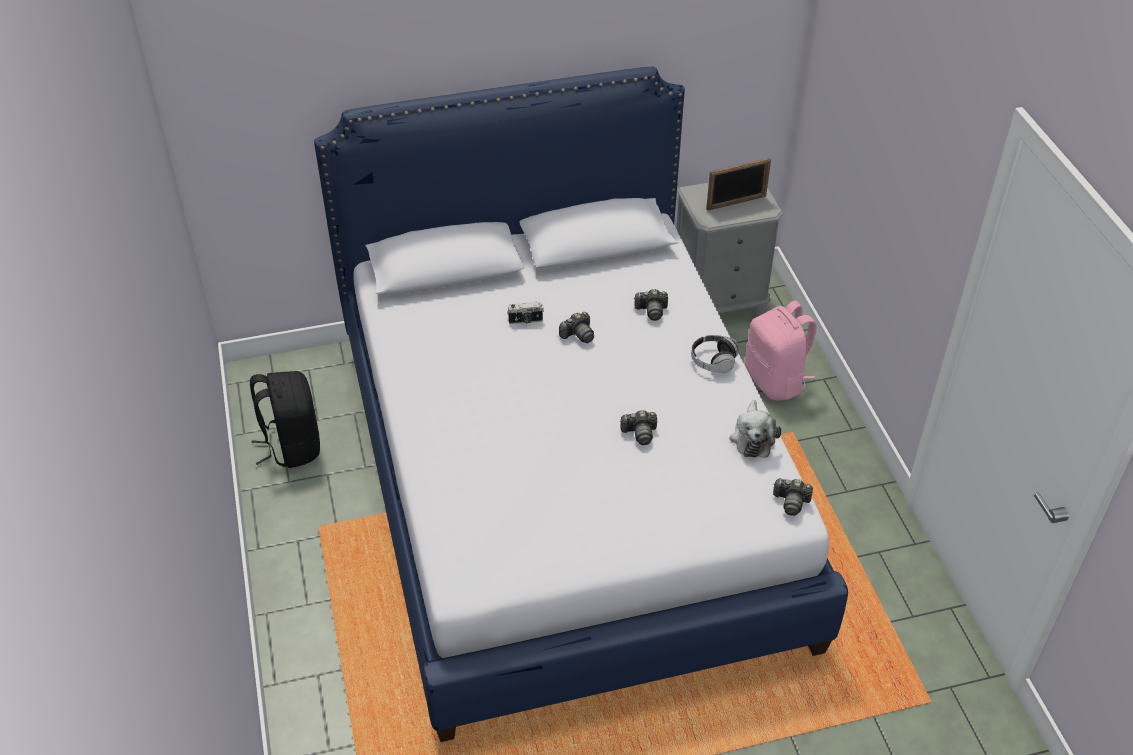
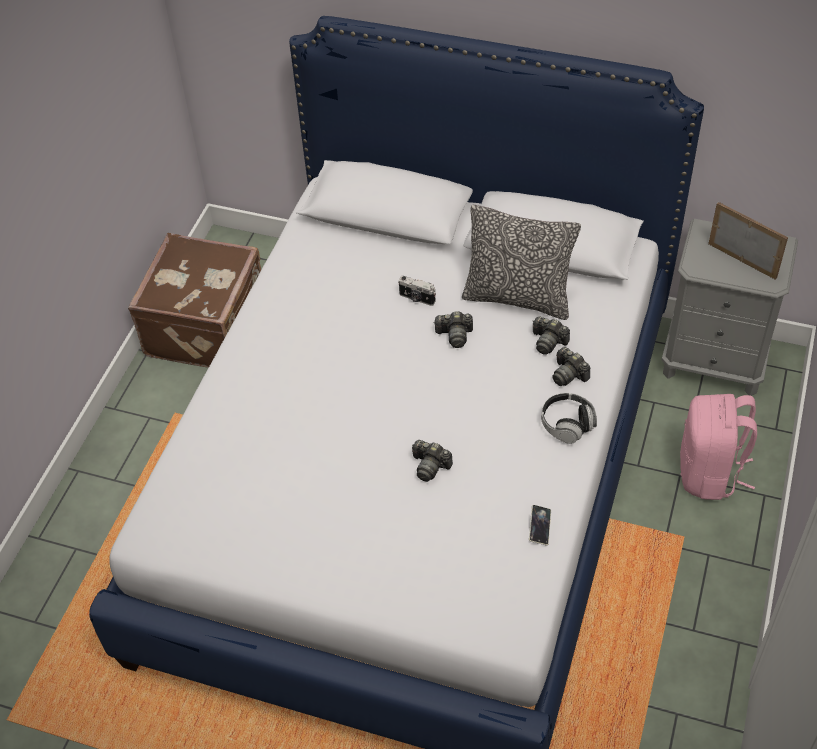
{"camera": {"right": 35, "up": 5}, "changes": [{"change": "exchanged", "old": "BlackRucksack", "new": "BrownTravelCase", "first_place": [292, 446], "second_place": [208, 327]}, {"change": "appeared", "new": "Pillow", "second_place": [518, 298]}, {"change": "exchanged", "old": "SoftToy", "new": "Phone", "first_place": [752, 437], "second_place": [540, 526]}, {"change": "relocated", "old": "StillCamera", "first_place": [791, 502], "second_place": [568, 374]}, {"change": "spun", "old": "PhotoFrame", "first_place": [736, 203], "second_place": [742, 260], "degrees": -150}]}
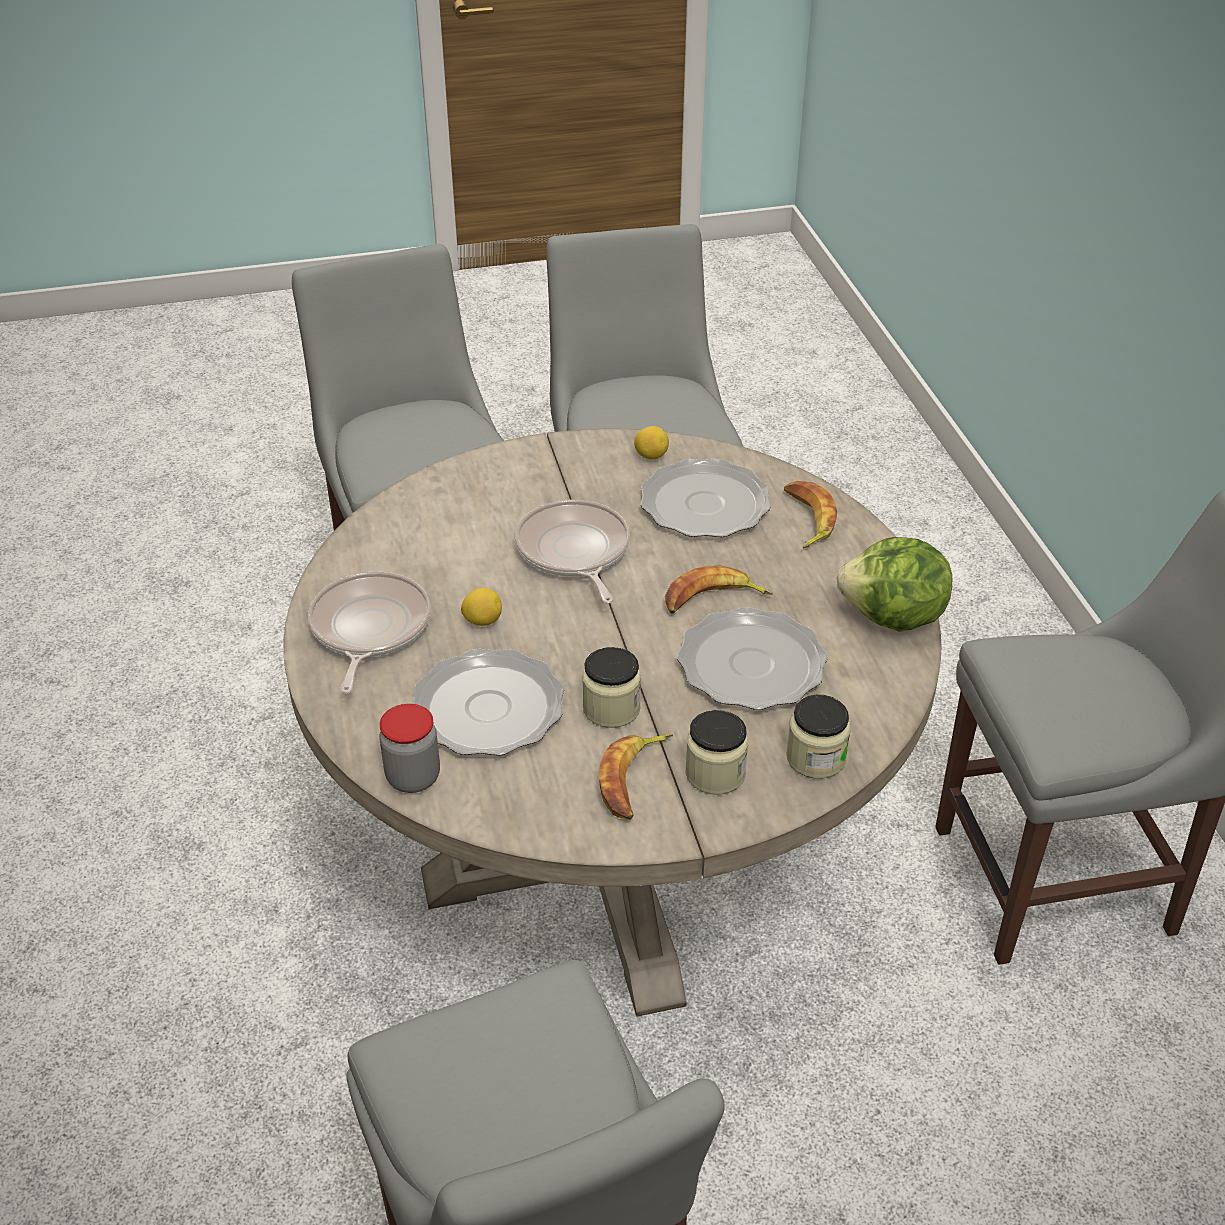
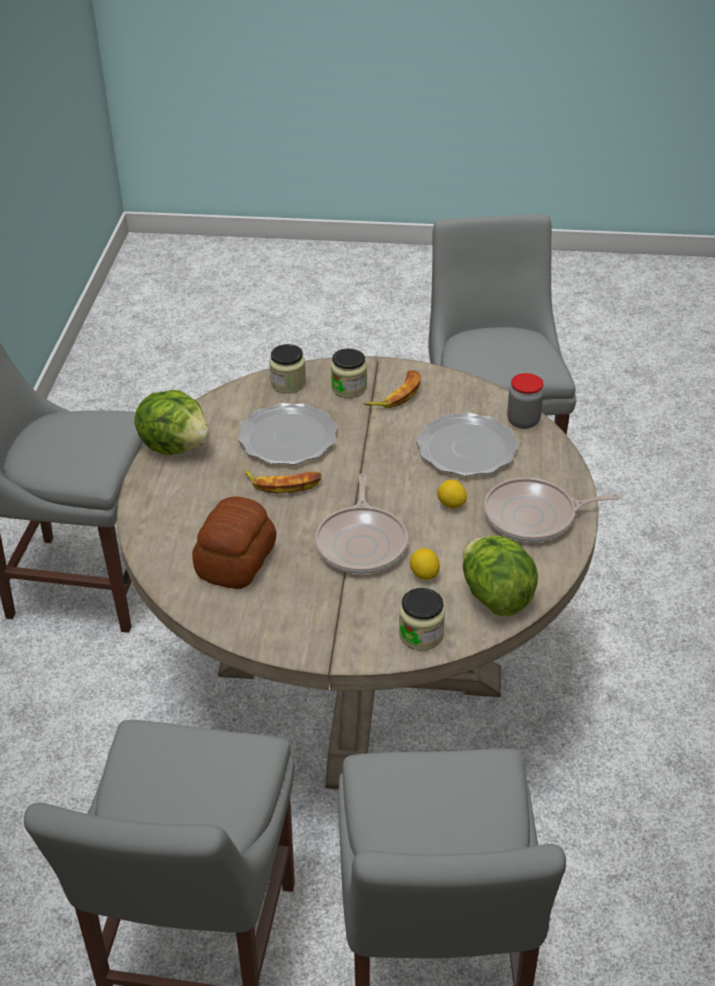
{"camera": {"right": -160, "up": 0}, "changes": [{"change": "exchanged", "old": "FlatDish", "new": "BakeryBread", "first_place": [704, 504], "second_place": [238, 560]}, {"change": "relocated", "old": "Jar", "first_place": [611, 708], "second_place": [421, 634]}, {"change": "relocated", "old": "WholeLemon", "first_place": [651, 456], "second_place": [424, 574]}, {"change": "appeared", "new": "HeadOfLettuce", "second_place": [495, 596]}, {"change": "spun", "old": "Pan", "first_place": [368, 629], "second_place": [534, 517], "degrees": 60}, {"change": "missing", "old": "Banana", "first_place": [806, 519]}]}
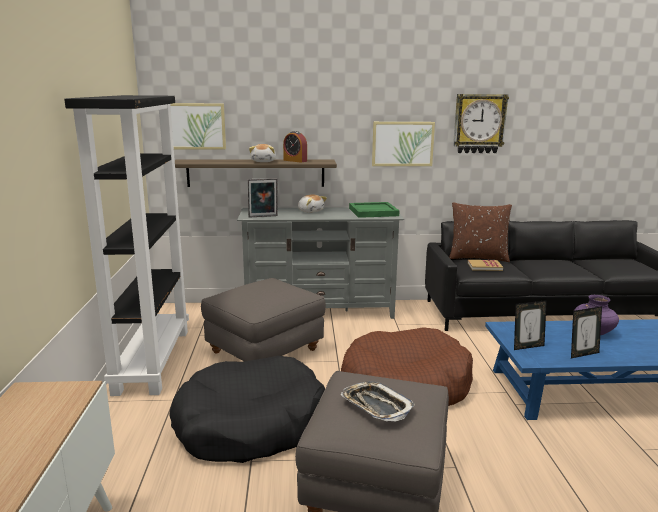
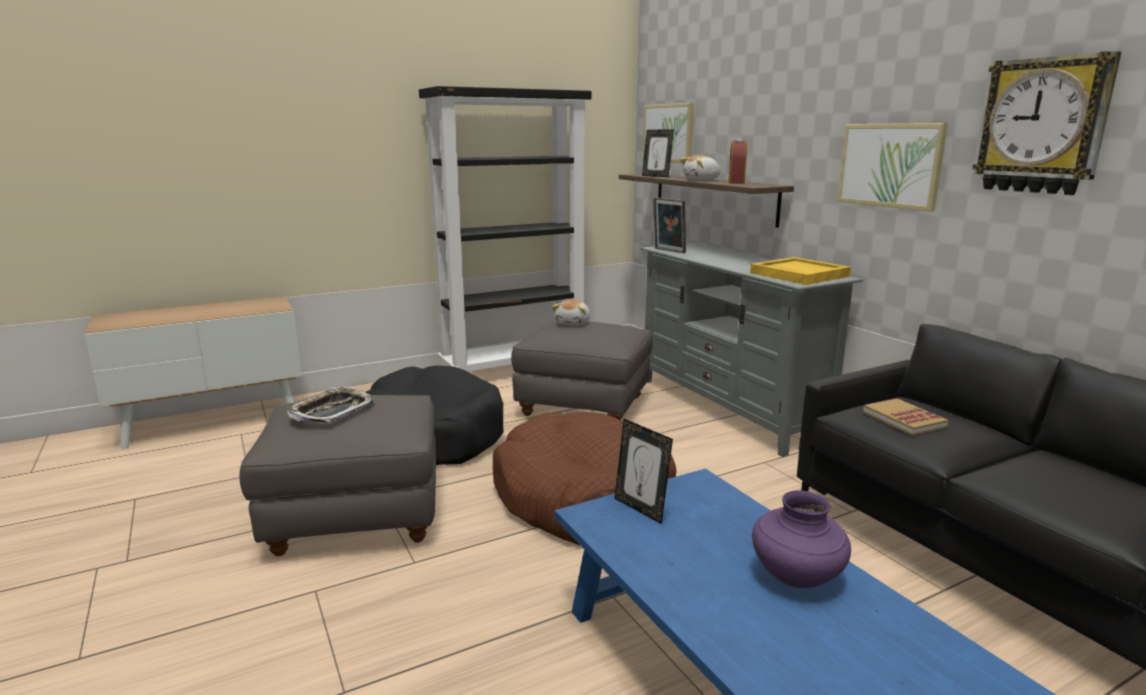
{"camera": {"right": 65, "up": 0}, "changes": [{"change": "relocated", "old": "SoftToy", "first_place": [310, 211], "second_place": [573, 323]}, {"change": "relocated", "old": "PhotoFrame", "first_place": [582, 354], "second_place": [656, 176]}, {"change": "colour", "old": "GreenTray", "new": "YellowTray", "first_place": [373, 212], "second_place": [798, 274]}, {"change": "missing", "old": "BrownPillow", "first_place": [478, 258]}]}
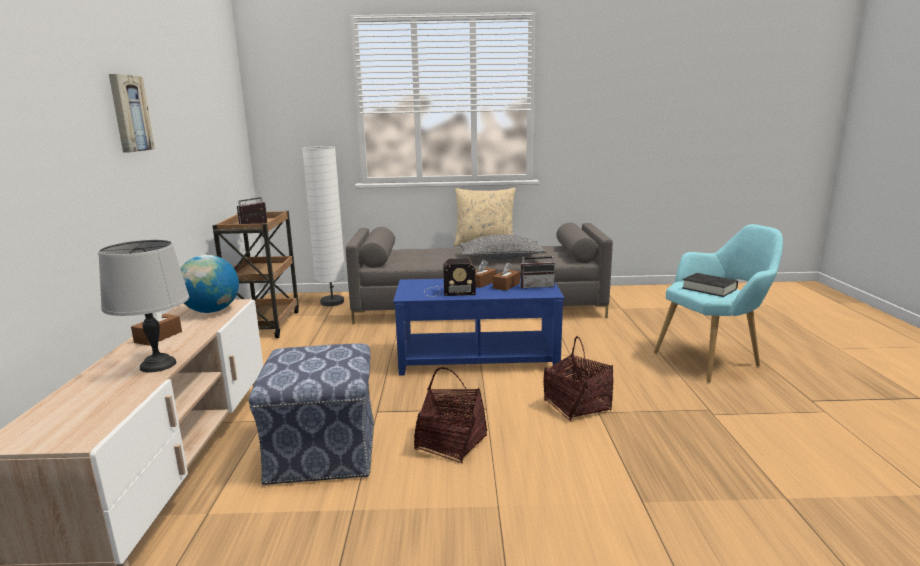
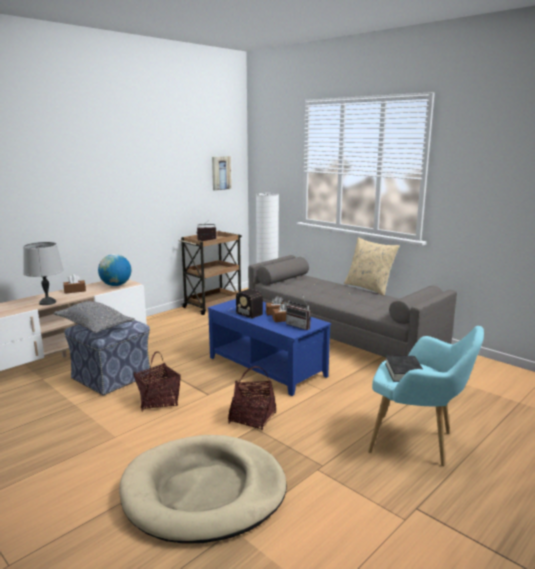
{"camera": {"right": 45, "up": 0}, "changes": [{"change": "relocated", "old": "GreyishPillow", "first_place": [501, 258], "second_place": [94, 326]}, {"change": "appeared", "new": "SandColouredDogCushion", "second_place": [204, 491]}, {"change": "relocated", "old": "Picture", "first_place": [129, 113], "second_place": [220, 173]}]}
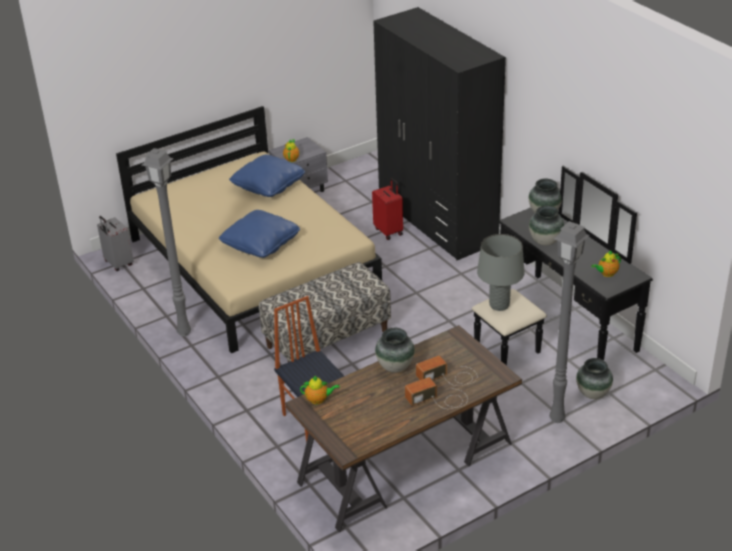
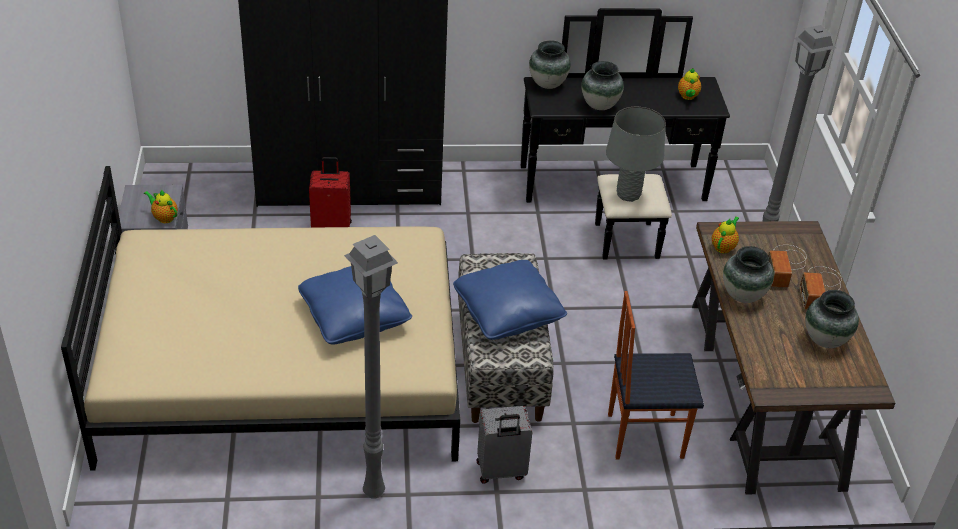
{"camera": {"right": -65, "up": 5}, "changes": [{"change": "relocated", "old": "BluishPillow", "first_place": [268, 185], "second_place": [508, 312]}, {"change": "relocated", "old": "GreyishTravelCase", "first_place": [118, 264], "second_place": [501, 471]}, {"change": "relocated", "old": "TeaPot", "first_place": [318, 400], "second_place": [723, 247]}, {"change": "relocated", "old": "Vase", "first_place": [593, 393], "second_place": [825, 339]}]}
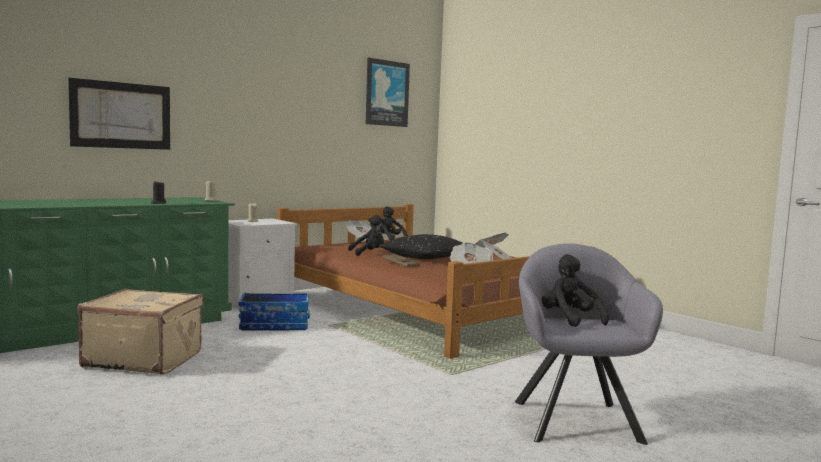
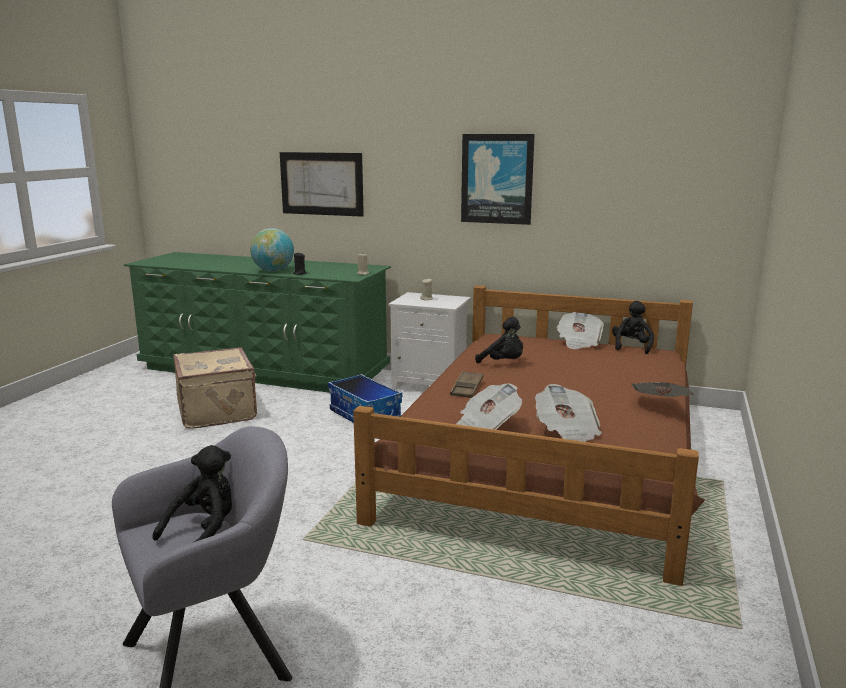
{"camera": {"right": 60, "up": 10}, "changes": [{"change": "appeared", "new": "Globe", "second_place": [273, 271]}, {"change": "relocated", "old": "Picture", "first_place": [386, 93], "second_place": [497, 179]}, {"change": "missing", "old": "BlackPillow", "first_place": [425, 257]}]}
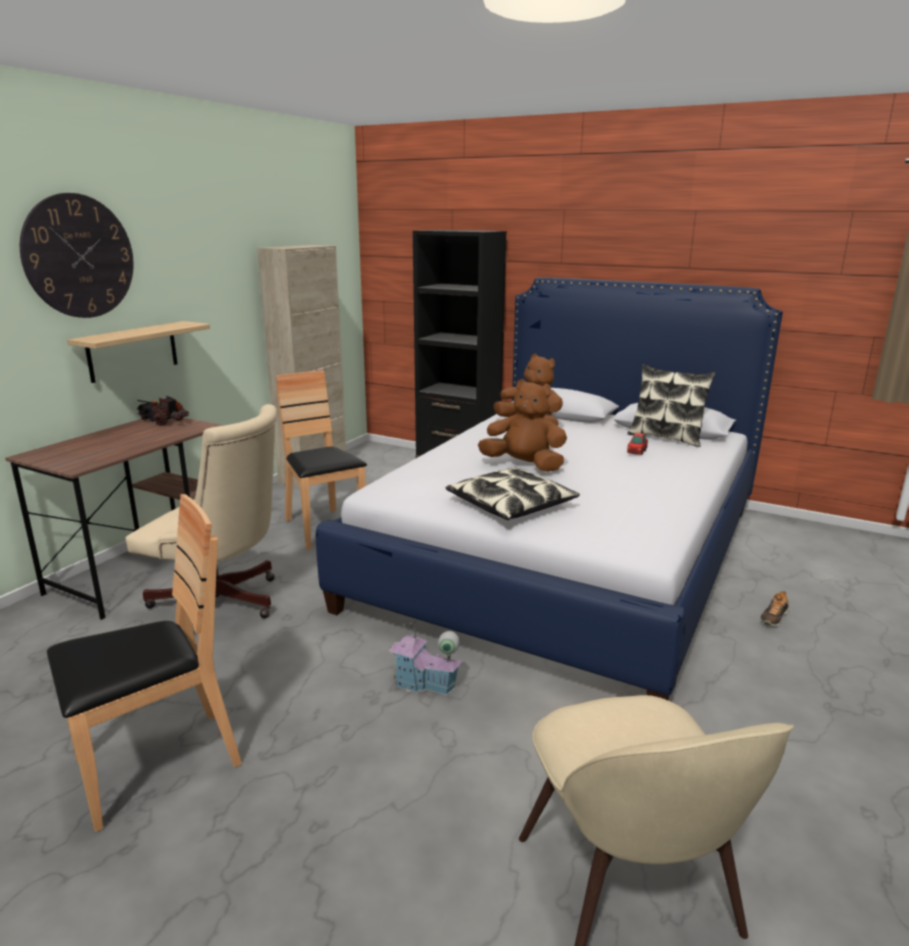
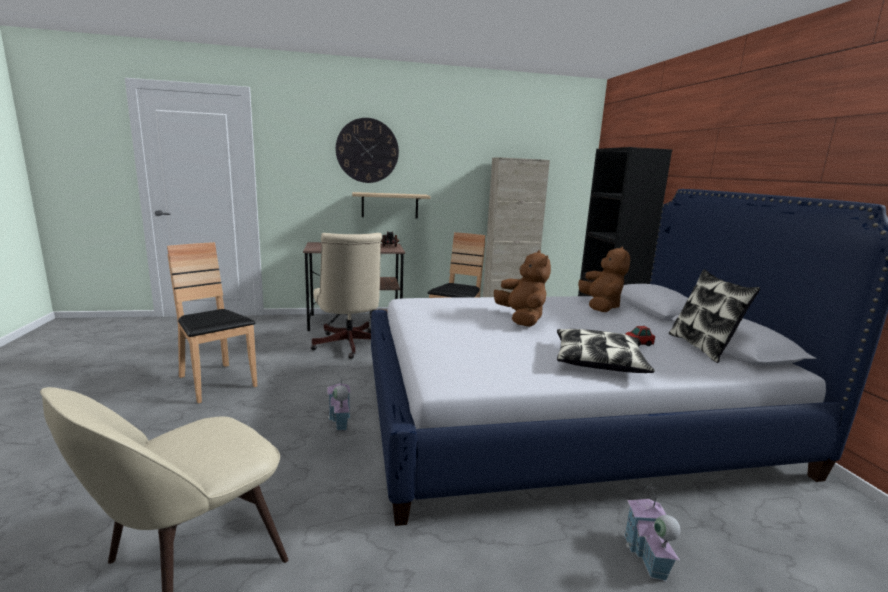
{"camera": {"right": 50, "up": -5}, "changes": [{"change": "spun", "old": "BrownPlainChair", "first_place": [157, 765], "second_place": [216, 382], "degrees": -150}, {"change": "relocated", "old": "Pillow", "first_place": [511, 505], "second_place": [598, 361]}, {"change": "exchanged", "old": "ItemOfFootwear", "new": "MiniatureHouse", "first_place": [773, 617], "second_place": [646, 555]}]}
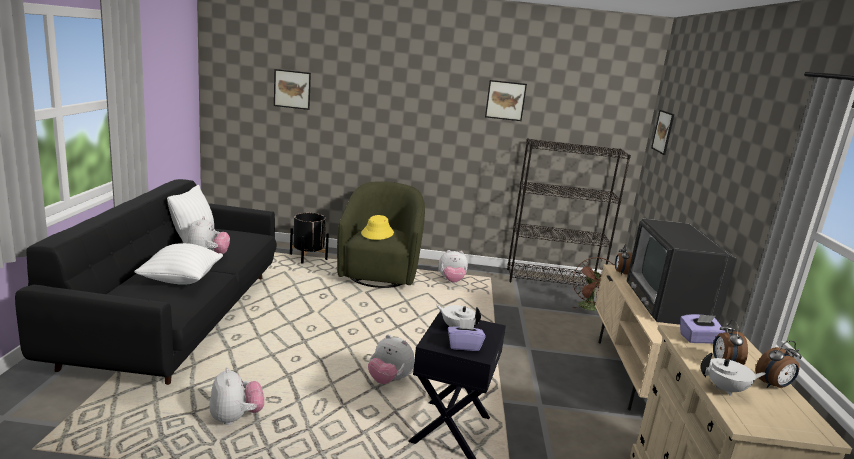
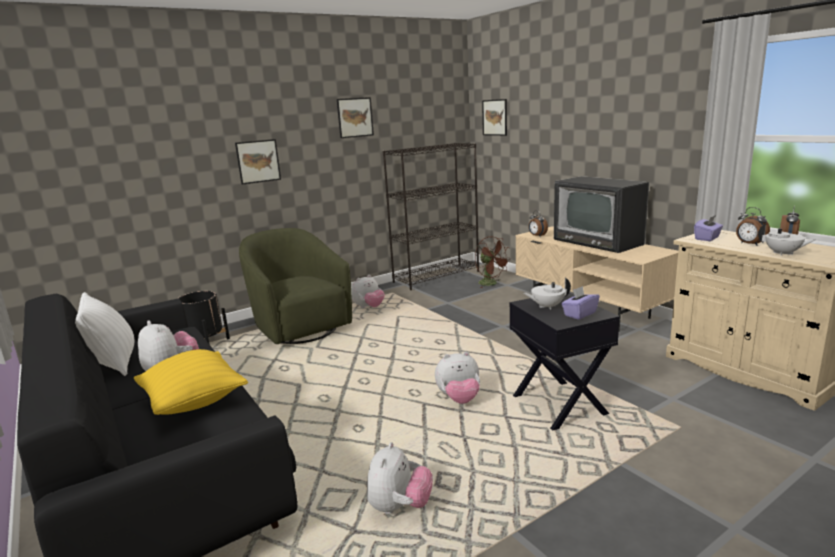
{"camera": {"right": -35, "up": 0}, "changes": [{"change": "colour", "old": "WhitePillow", "new": "YellowPillow", "first_place": [181, 280], "second_place": [194, 402]}, {"change": "relocated", "old": "Picture", "first_place": [292, 89], "second_place": [258, 161]}, {"change": "spun", "old": "SoftToy", "first_place": [236, 418], "second_place": [399, 507], "degrees": 75}, {"change": "spun", "old": "WhiteTeaPot", "first_place": [726, 389], "second_place": [783, 253], "degrees": 75}, {"change": "missing", "old": "YellowHat", "first_place": [377, 233]}]}
